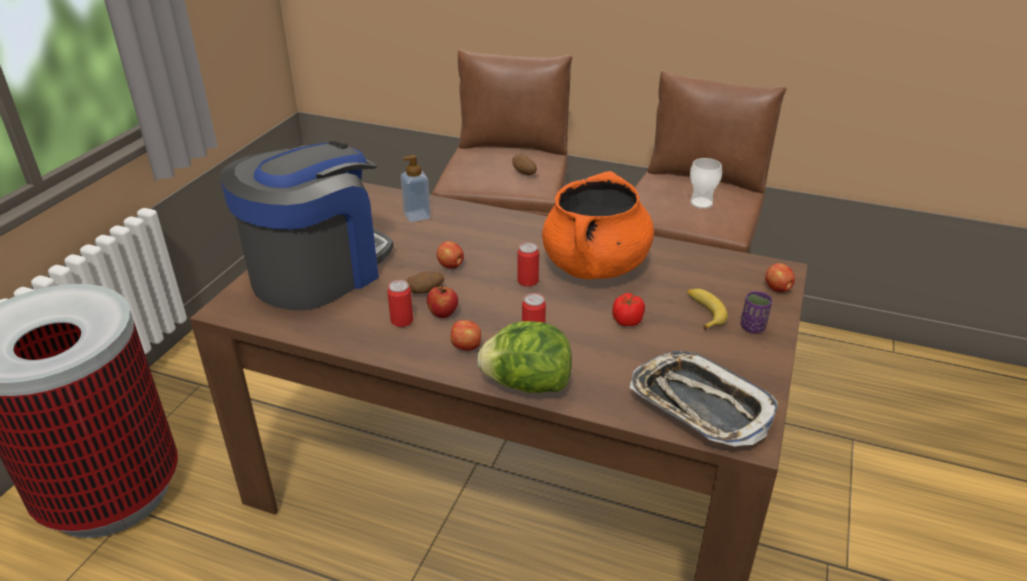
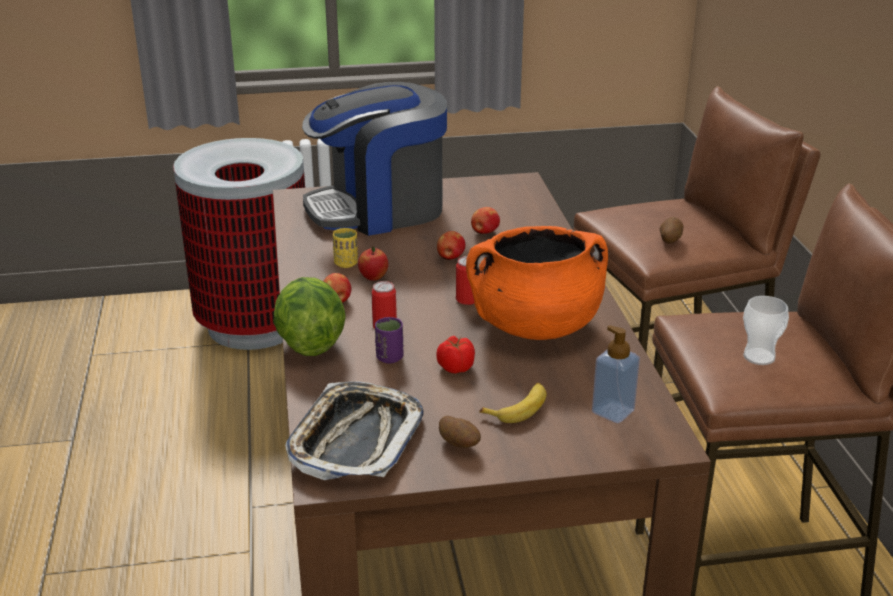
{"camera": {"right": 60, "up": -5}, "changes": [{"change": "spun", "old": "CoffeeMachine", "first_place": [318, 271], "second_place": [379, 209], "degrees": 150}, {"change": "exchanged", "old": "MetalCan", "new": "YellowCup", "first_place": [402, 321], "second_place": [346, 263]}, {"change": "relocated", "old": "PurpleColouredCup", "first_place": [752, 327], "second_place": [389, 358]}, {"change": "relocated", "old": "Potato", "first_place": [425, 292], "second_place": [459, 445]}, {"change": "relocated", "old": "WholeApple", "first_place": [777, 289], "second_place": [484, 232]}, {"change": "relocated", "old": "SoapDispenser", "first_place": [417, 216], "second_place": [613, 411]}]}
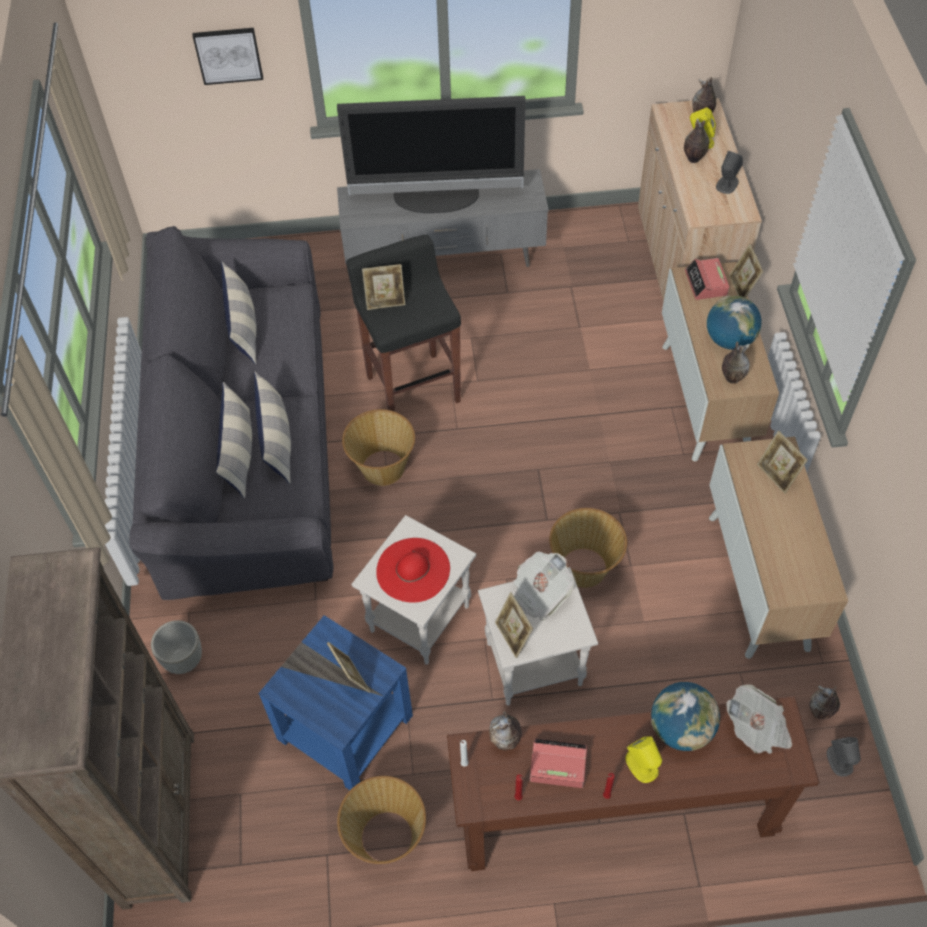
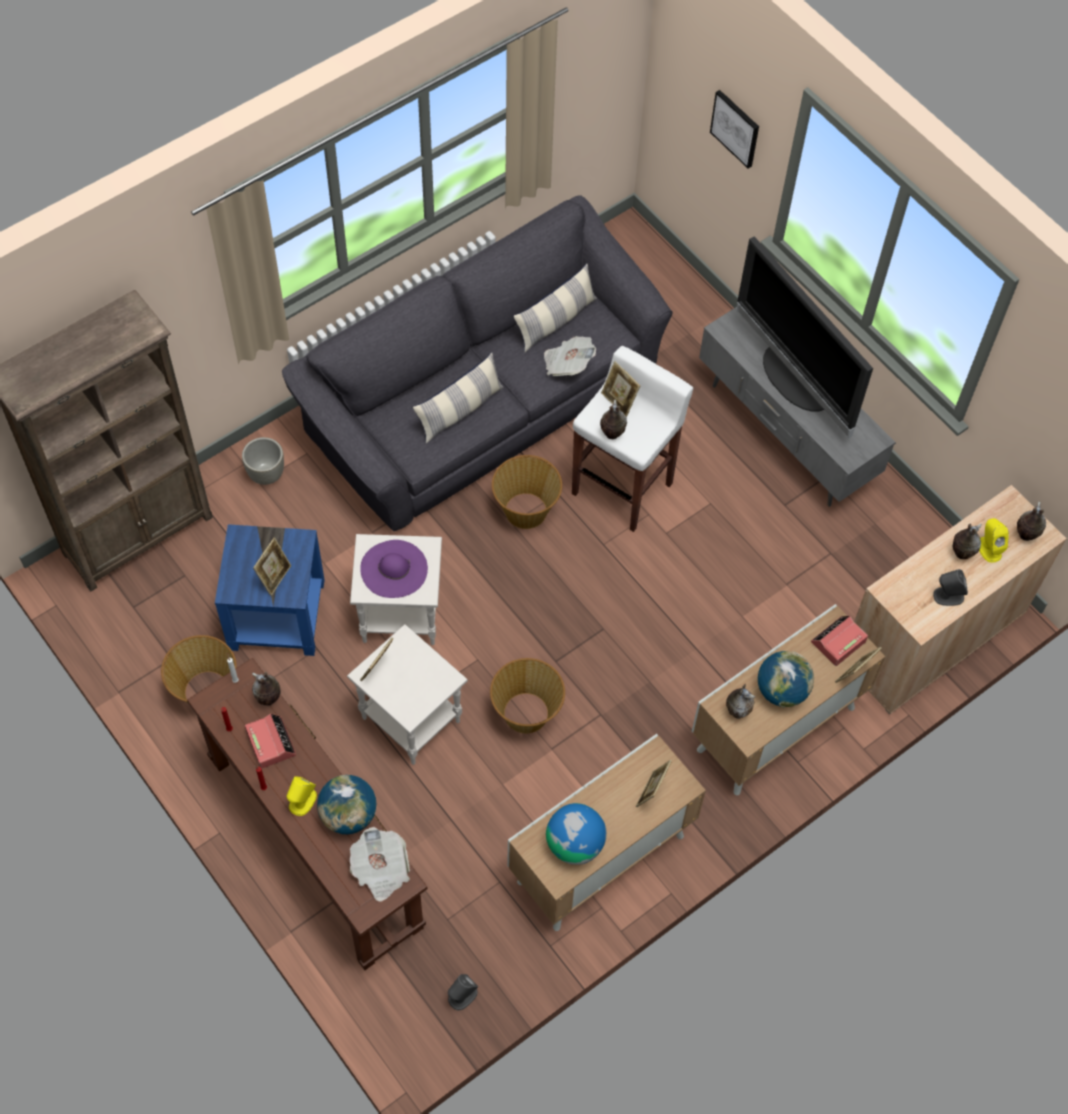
{"camera": {"right": 55, "up": 5}, "changes": [{"change": "colour", "old": "ReddishHat", "new": "PurpleColouredHat", "first_place": [413, 570], "second_place": [394, 569]}, {"change": "relocated", "old": "PrintedPaper", "first_place": [539, 594], "second_place": [567, 364]}, {"change": "appeared", "new": "Globe", "second_place": [574, 844]}, {"change": "colour", "old": "BlackStool", "new": "WhiteStool", "first_place": [413, 387], "second_place": [623, 488]}, {"change": "relocated", "old": "Vase", "first_place": [819, 713], "second_place": [611, 434]}, {"change": "missing", "old": "Pillow", "first_place": [239, 453]}]}
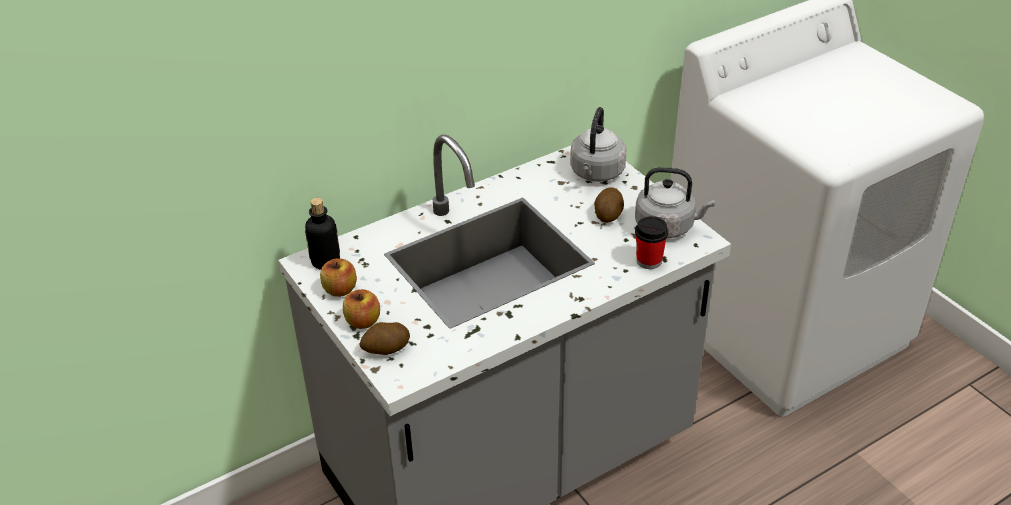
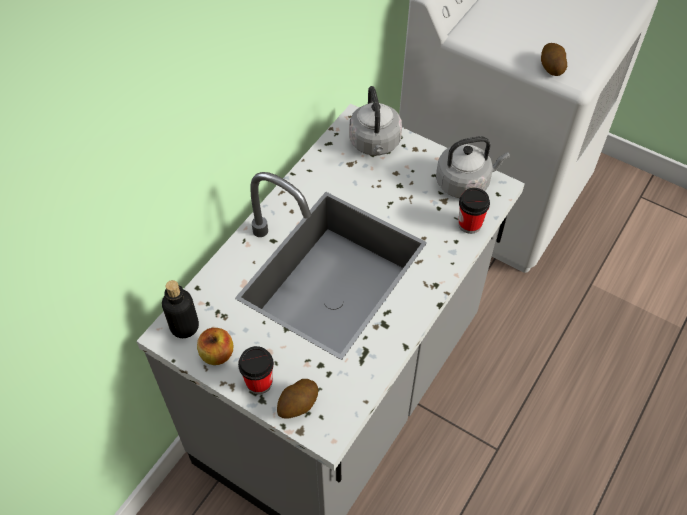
{"camera": {"right": -25, "up": 15}, "changes": [{"change": "exchanged", "old": "WholeApple", "new": "Cup", "first_place": [363, 321], "second_place": [259, 382]}, {"change": "relocated", "old": "Potato", "first_place": [608, 214], "second_place": [551, 67]}]}
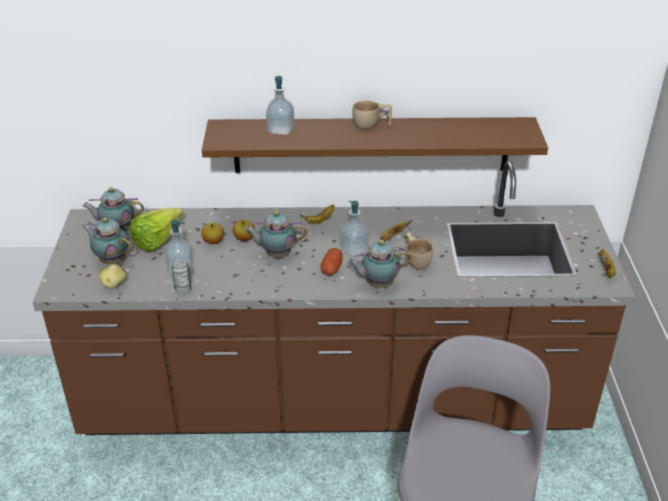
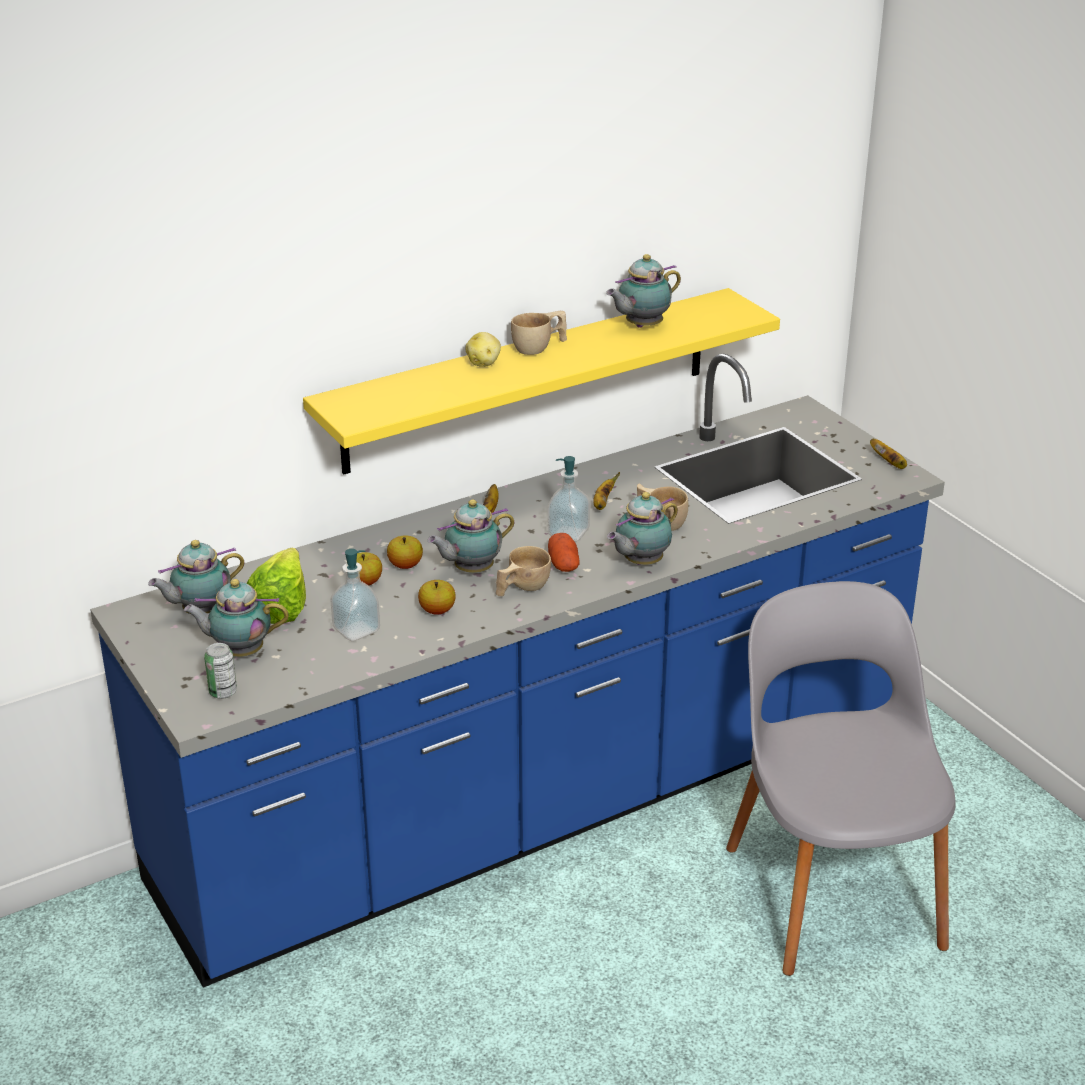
{"camera": {"right": -30, "up": -5}, "changes": [{"change": "colour", "old": "BrownKitchenCounter", "new": "BluishKitchenCounter", "first_place": [334, 404], "second_place": [542, 802]}, {"change": "relocated", "old": "MetalCan", "first_place": [183, 288], "second_place": [223, 692]}, {"change": "colour", "old": "BrownBracketShelf", "new": "YellowBracketShelf", "first_place": [371, 144], "second_place": [528, 380]}, {"change": "appeared", "new": "WholeApple", "second_place": [437, 610]}, {"change": "relocated", "old": "Potato", "first_place": [114, 284], "second_place": [484, 363]}, {"change": "appeared", "new": "SandColouredCup", "second_place": [521, 588]}, {"change": "appeared", "new": "TeaPot", "second_place": [641, 326]}, {"change": "missing", "old": "SoapDispenser", "first_place": [280, 130]}]}
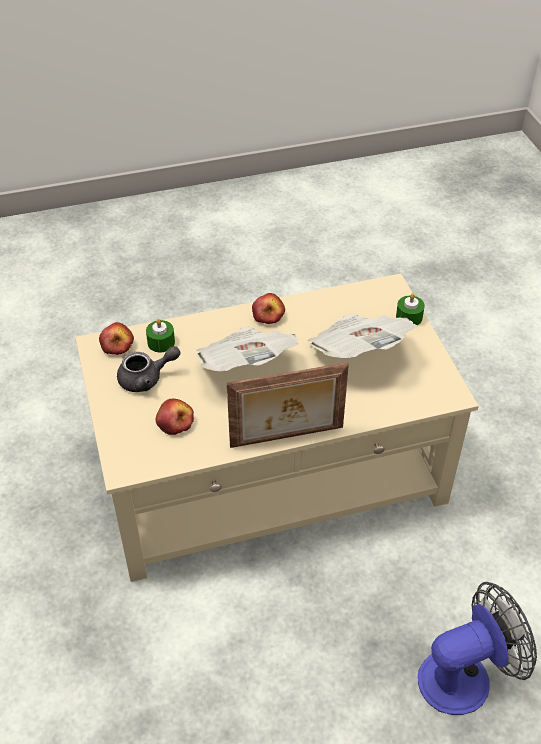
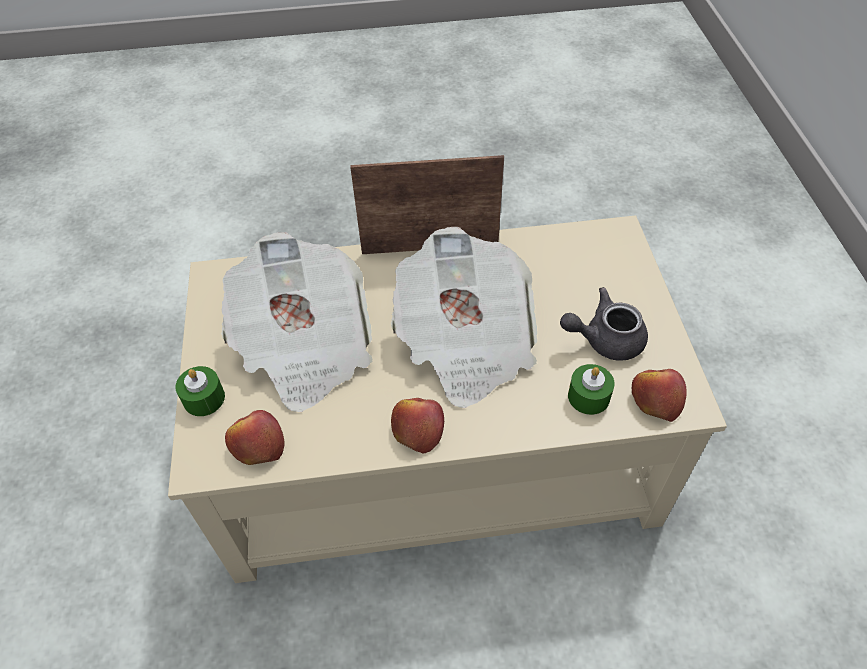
{"camera": {"right": -170, "up": 5}, "changes": [{"change": "relocated", "old": "WholeApple", "first_place": [175, 422], "second_place": [257, 444]}, {"change": "missing", "old": "ElectricFan", "first_place": [465, 676]}]}
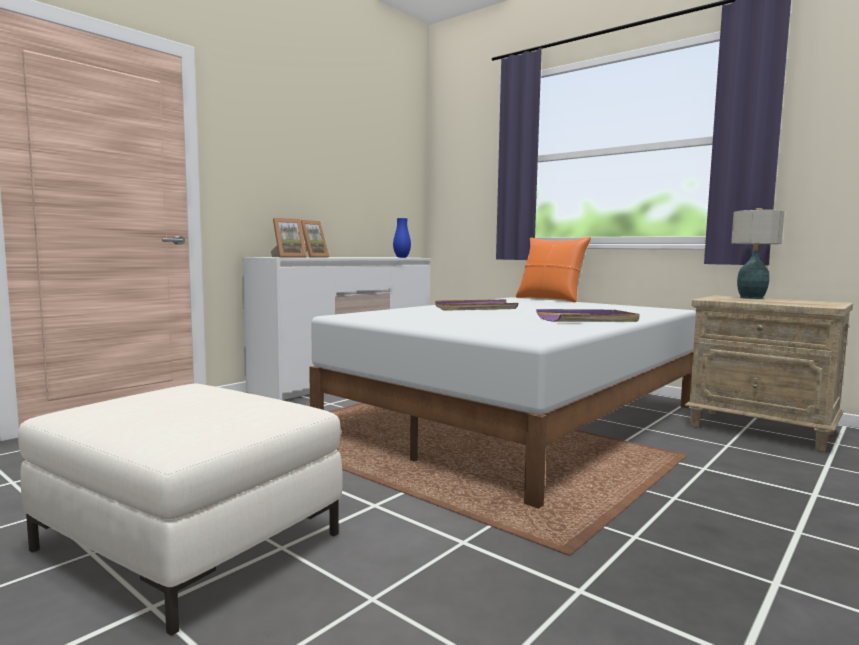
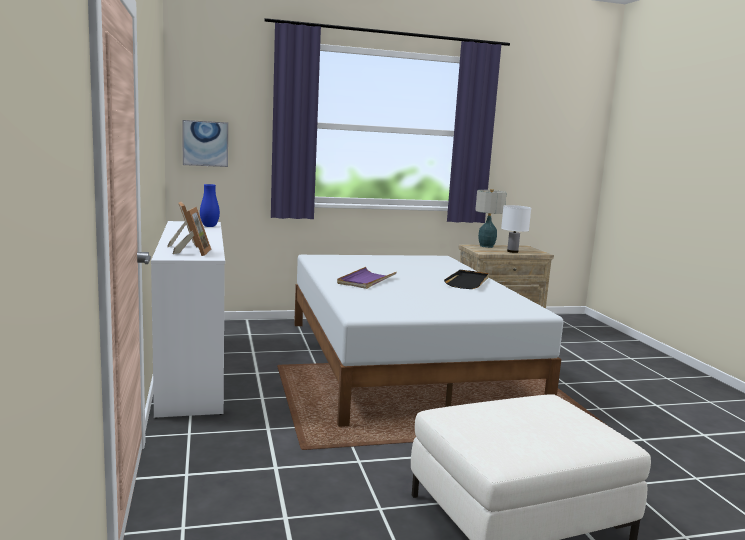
{"camera": {"right": -55, "up": 5}, "changes": [{"change": "appeared", "new": "Picture", "second_place": [205, 143]}, {"change": "colour", "old": "PurpleColouredTray", "new": "BlackTray", "first_place": [587, 319], "second_place": [468, 282]}, {"change": "appeared", "new": "WhiteLampForATable", "second_place": [512, 251]}, {"change": "missing", "old": "OrangeColouredPillow", "first_place": [550, 299]}]}
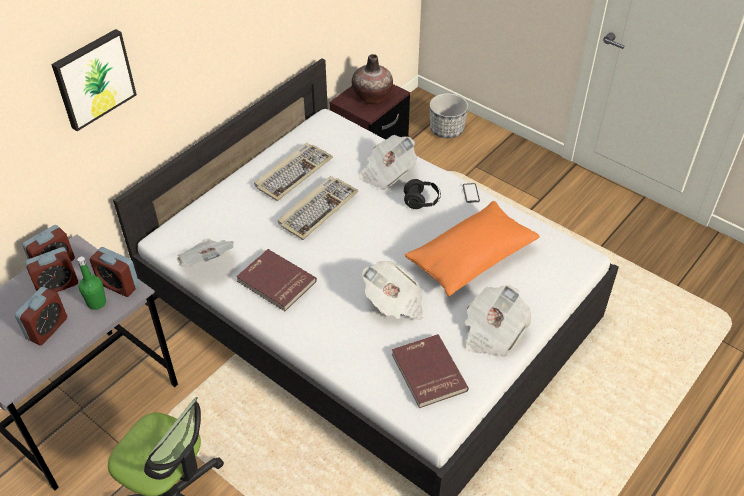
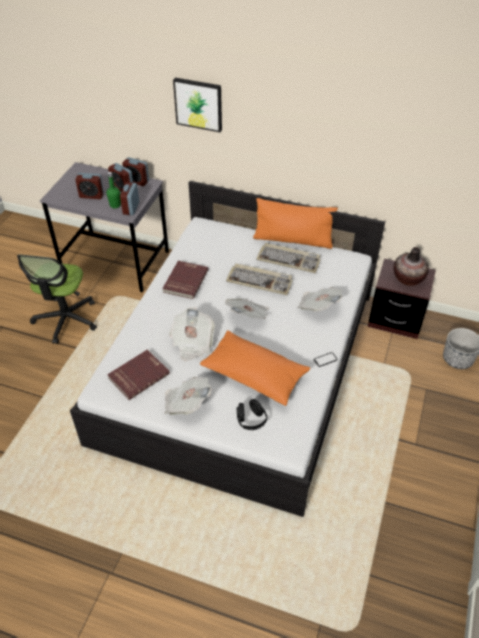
{"camera": {"right": 70, "up": 0}, "changes": [{"change": "relocated", "old": "PrintedPaper", "first_place": [207, 262], "second_place": [249, 316]}, {"change": "relocated", "old": "BlackHeadphones", "first_place": [421, 201], "second_place": [251, 420]}, {"change": "appeared", "new": "OrangeColouredPillow", "second_place": [293, 240]}]}
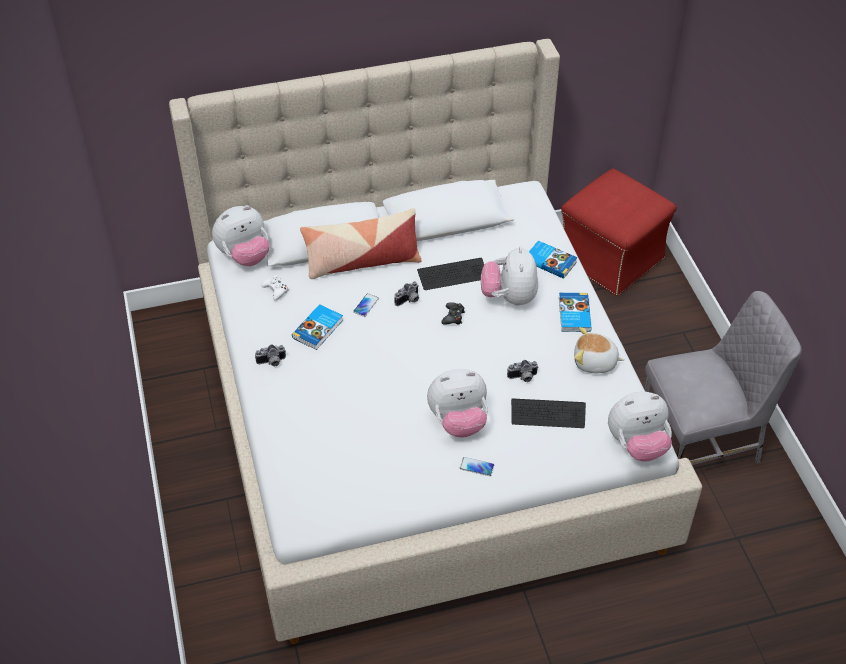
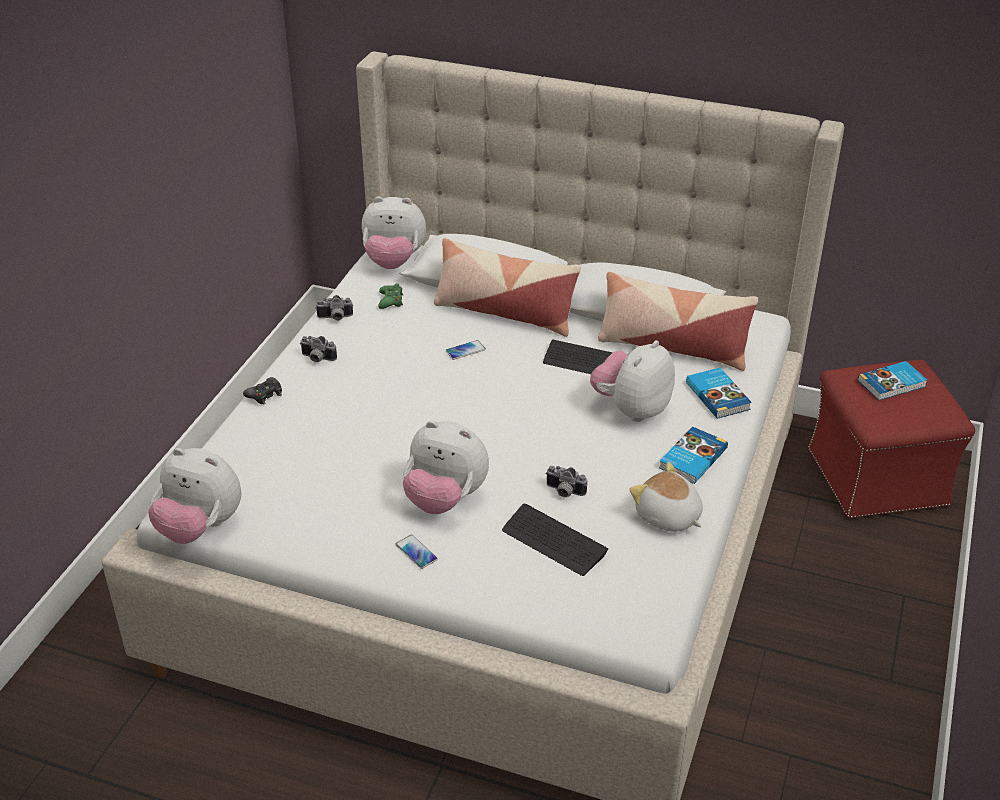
{"camera": {"right": 35, "up": -10}, "changes": [{"change": "relocated", "old": "SoftToy", "first_place": [637, 445], "second_place": [200, 527]}, {"change": "relocated", "old": "BlackGameController", "first_place": [453, 317], "second_place": [265, 395]}, {"change": "relocated", "old": "StillCamera", "first_place": [409, 300], "second_place": [335, 318]}, {"change": "colour", "old": "WhiteGameController", "new": "GreenGameController", "first_place": [276, 290], "second_place": [391, 301]}, {"change": "appeared", "new": "Pillow", "second_place": [672, 346]}, {"change": "relocated", "old": "Book", "first_place": [319, 329], "second_place": [892, 384]}, {"change": "missing", "old": "GreyishPlainChair", "first_place": [701, 441]}]}
